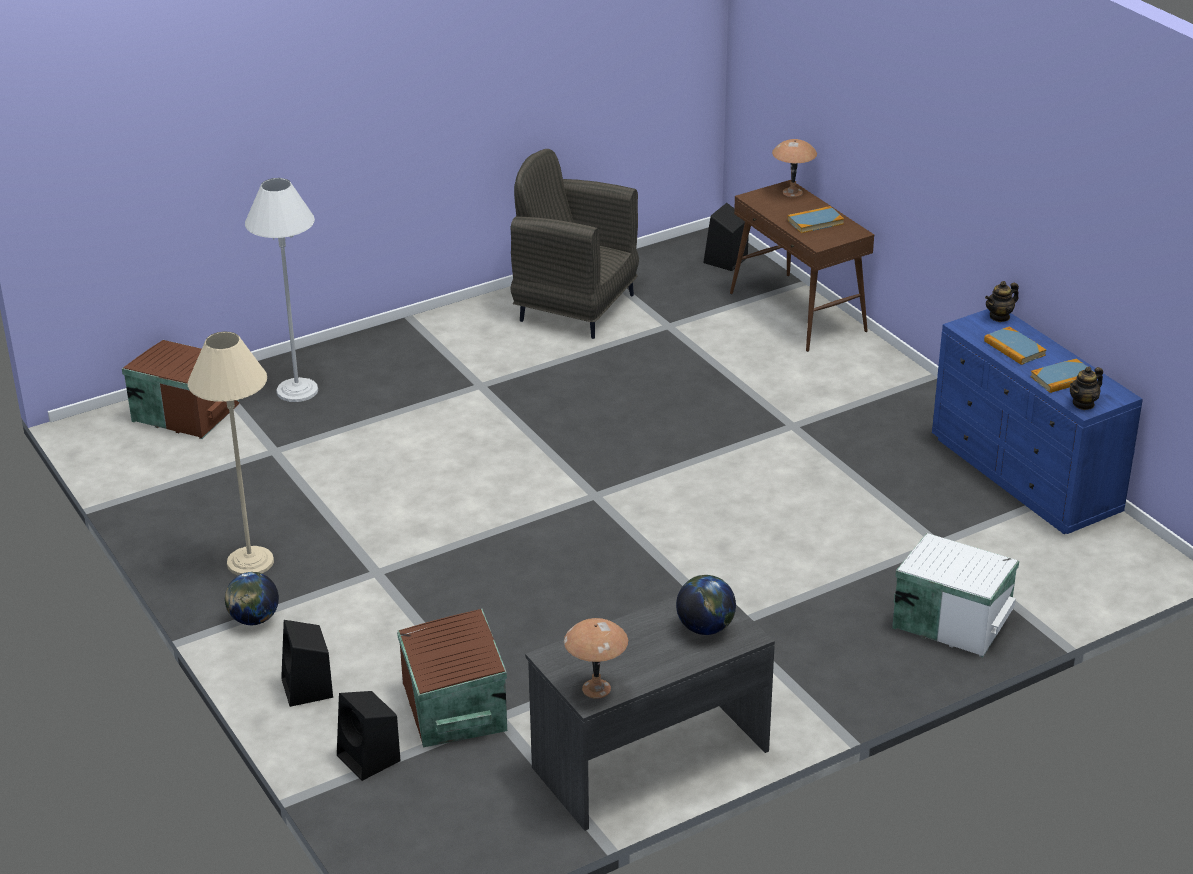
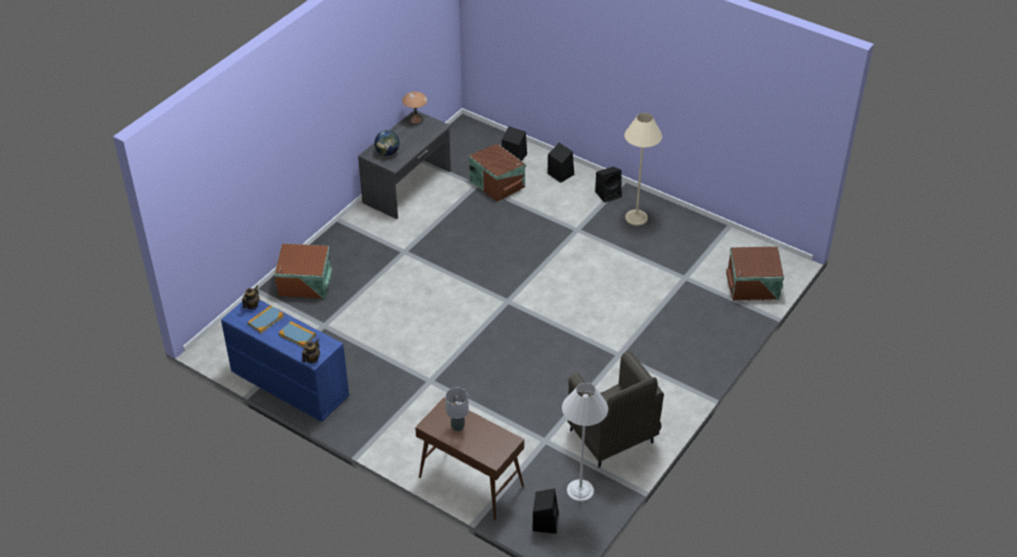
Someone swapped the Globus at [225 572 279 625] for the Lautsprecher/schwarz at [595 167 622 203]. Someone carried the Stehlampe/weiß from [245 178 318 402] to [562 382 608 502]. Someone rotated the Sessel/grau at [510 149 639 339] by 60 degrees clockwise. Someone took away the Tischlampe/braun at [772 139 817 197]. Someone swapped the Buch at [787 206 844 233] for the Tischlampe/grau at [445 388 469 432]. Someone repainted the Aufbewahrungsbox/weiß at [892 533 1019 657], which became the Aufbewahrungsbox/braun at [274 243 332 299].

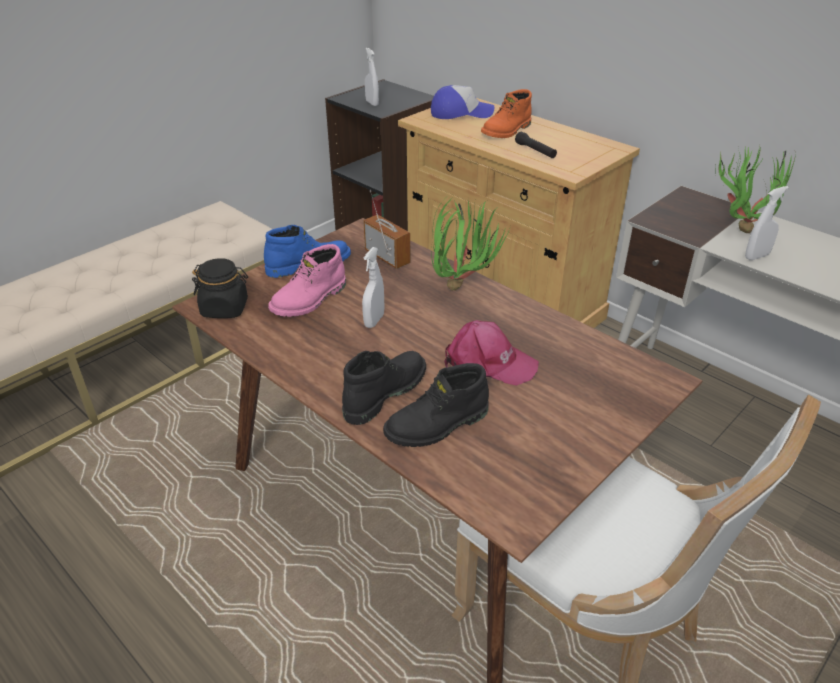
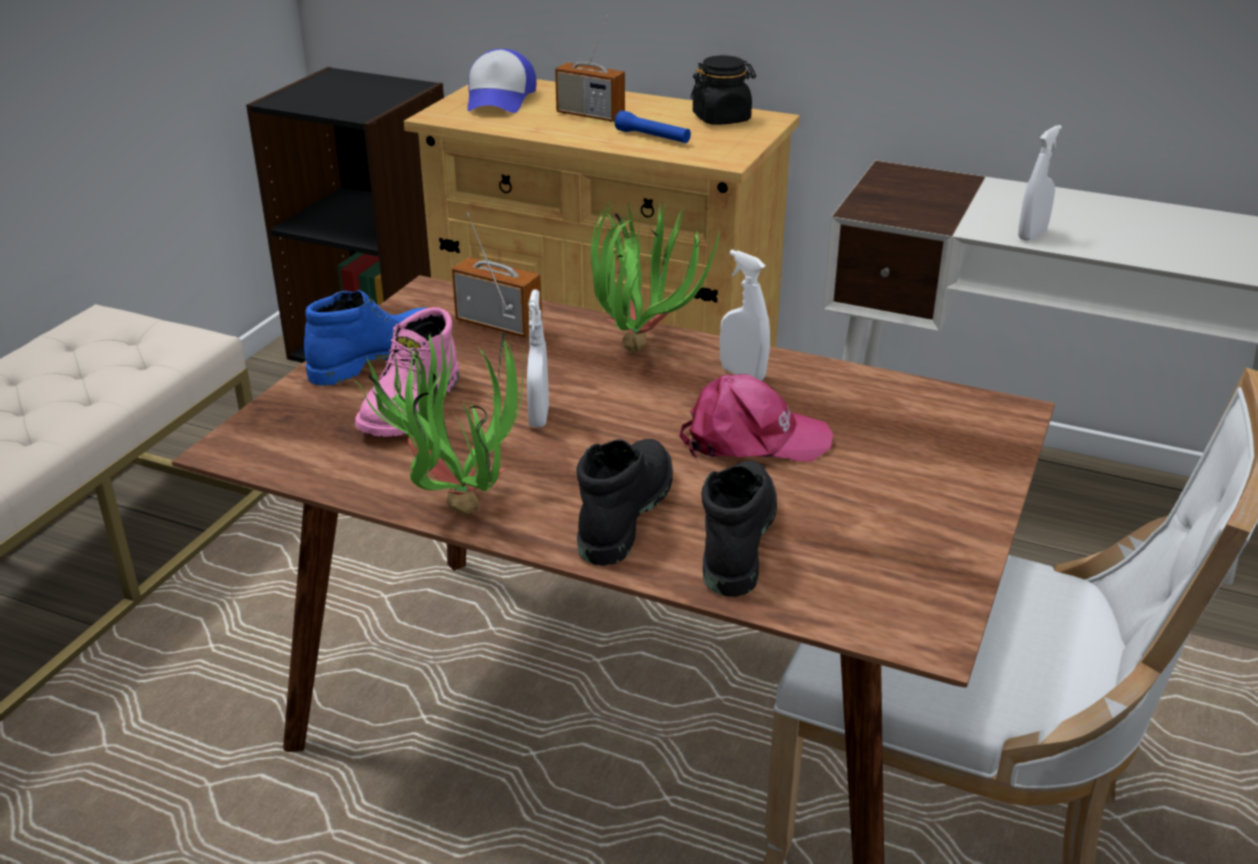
Someone carried the Vorratsglas/schwarz from [192 258 248 318] to [691 55 756 125]. Someone carried the Sprühflasche/weiß from [365 48 379 106] to [720 250 770 381]. Someone rotated the Stiefel/schwarz at [383 363 489 447] by 150 degrees clockwise. Someone rotated the Kappe at [431 85 495 119] by 120 degrees clockwise. Someone swapped the Stiefel/orange at [481 89 532 138] for the Radio at [555 16 625 122]. Someone repainted the Taschenlampe/schwarz at [515 132 557 158], which became the Taschenlampe/blau at [615 111 691 143]. Someone carried the Topfpflanze from [715 145 796 233] to [352 329 524 515].

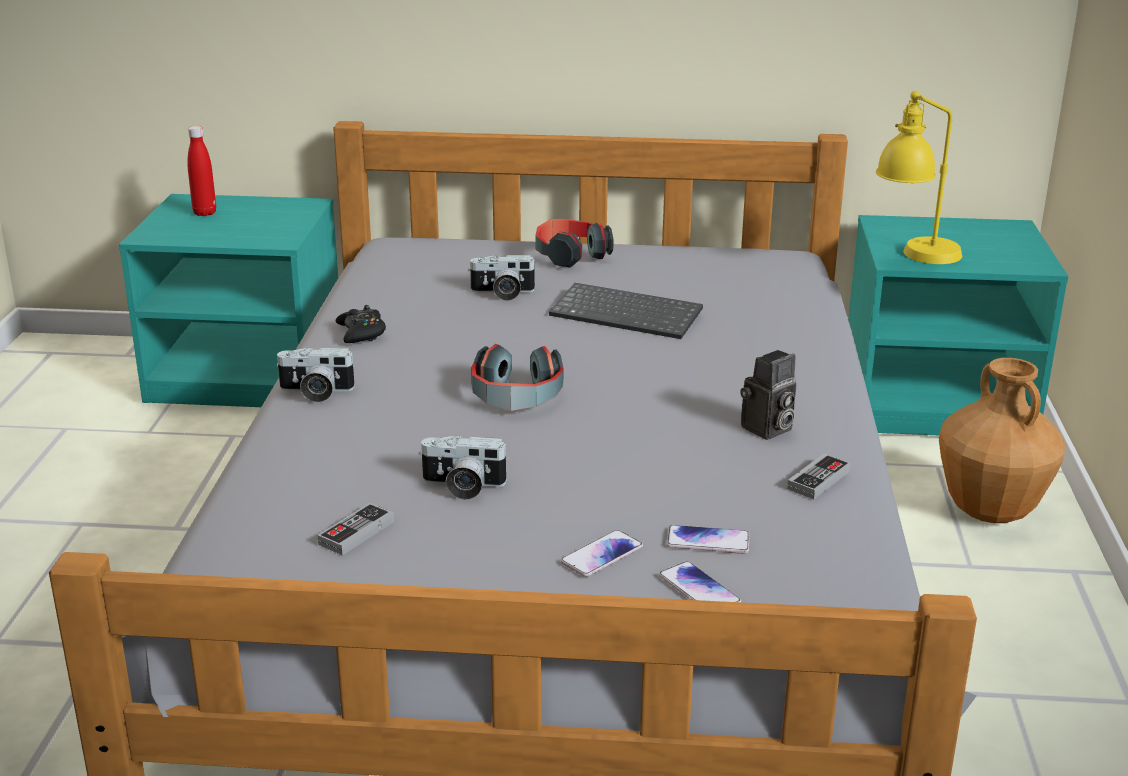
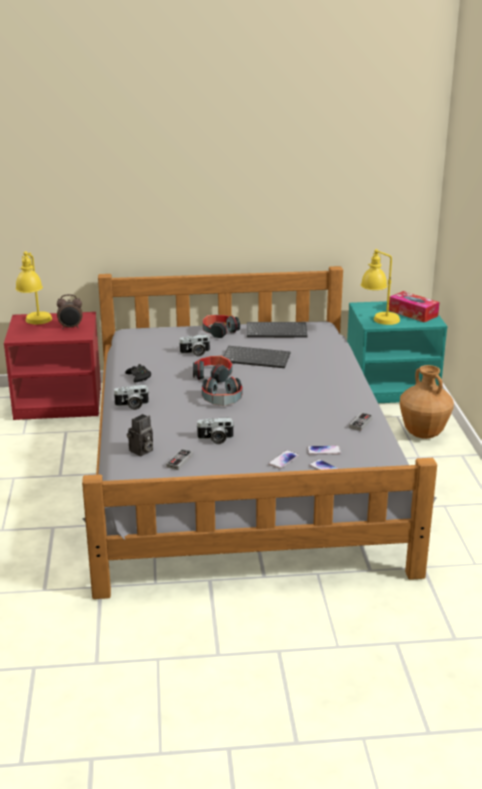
Someone repainted the Nachttisch/türkis at [119 194 338 407], which became the Nachttisch/rot at [4 312 101 420]. Someone swapped the Flasche/rot at [187 126 216 216] for the Tischlampe/gelb at [15 251 52 324]. Someone carried the Kamera from [740 350 796 440] to [127 414 153 456]. Someone put down the Wecker at [57 294 83 329]. Someone put down the Kopfhörer at [193 355 232 383]. Someone put down the Tastatur at [247 322 308 337]. Someone put down the Taschentuchbox at [389 291 440 323].

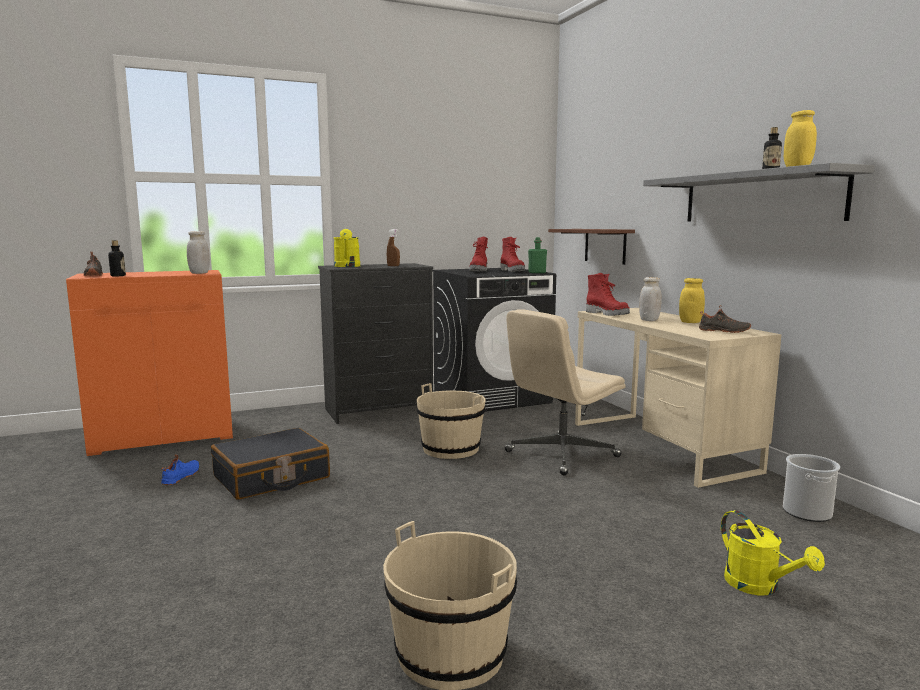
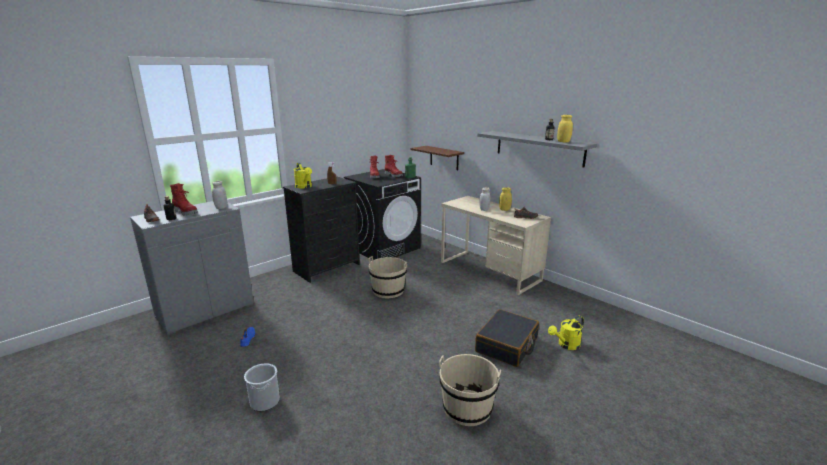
Someone repainted the Schrank/orange at [66 270 233 456], which became the Schrank/grau at [130 201 254 335]. Someone carried the Koffer/schwarz from [211 428 330 500] to [475 309 539 367]. Someone took away the Bürostuhl/beige at [505 309 626 475]. Someone carried the Stiefel/rot from [586 273 630 316] to [170 183 198 215]. Someone rotated the Gießkanne/gelb at [721 510 825 595] by 105 degrees clockwise. Someone carried the Eimer from [783 454 840 522] to [244 363 280 411].

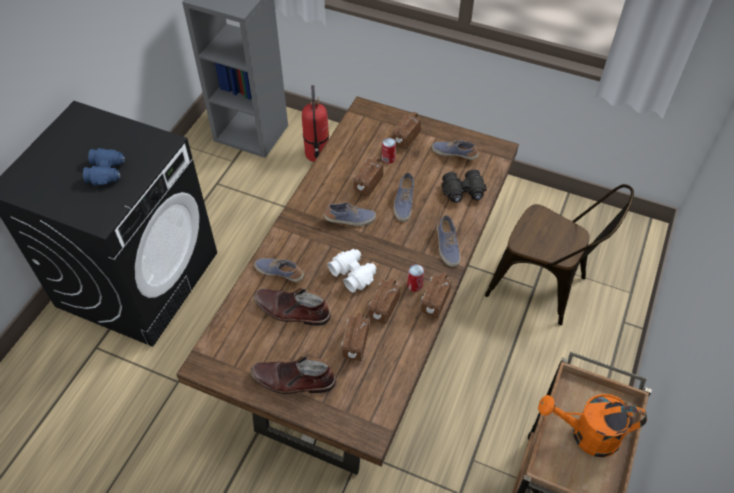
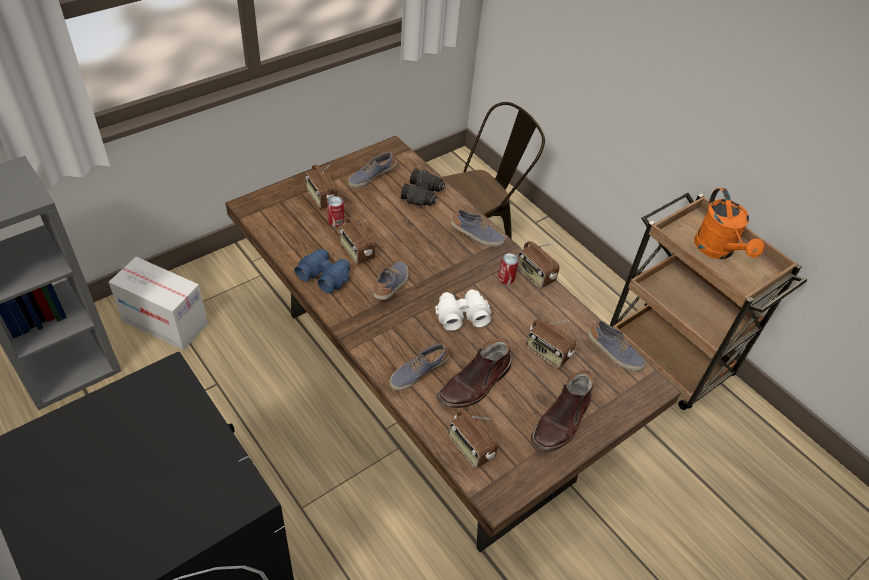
Someone carried the Fernglas/blau from [83 148 125 186] to [294 249 350 293]. Someone swapped the Feuerlöscher at [302 85 329 162] for the Karton at [109 257 208 350]. Someone carried the Radio from [368 278 401 324] to [448 409 498 468]. Someone carried the Schuh from [393 172 414 222] to [588 320 646 371]. Someone rotated the Gießkanne/orange at [538 394 647 457] by 45 degrees counterclockwise.

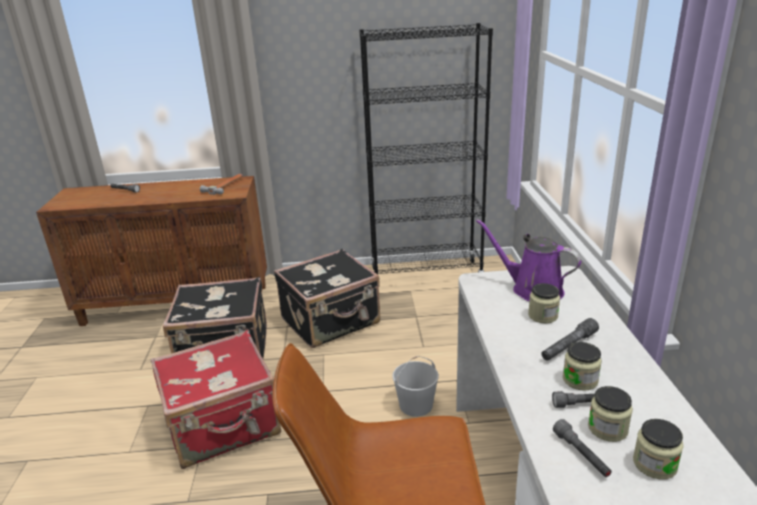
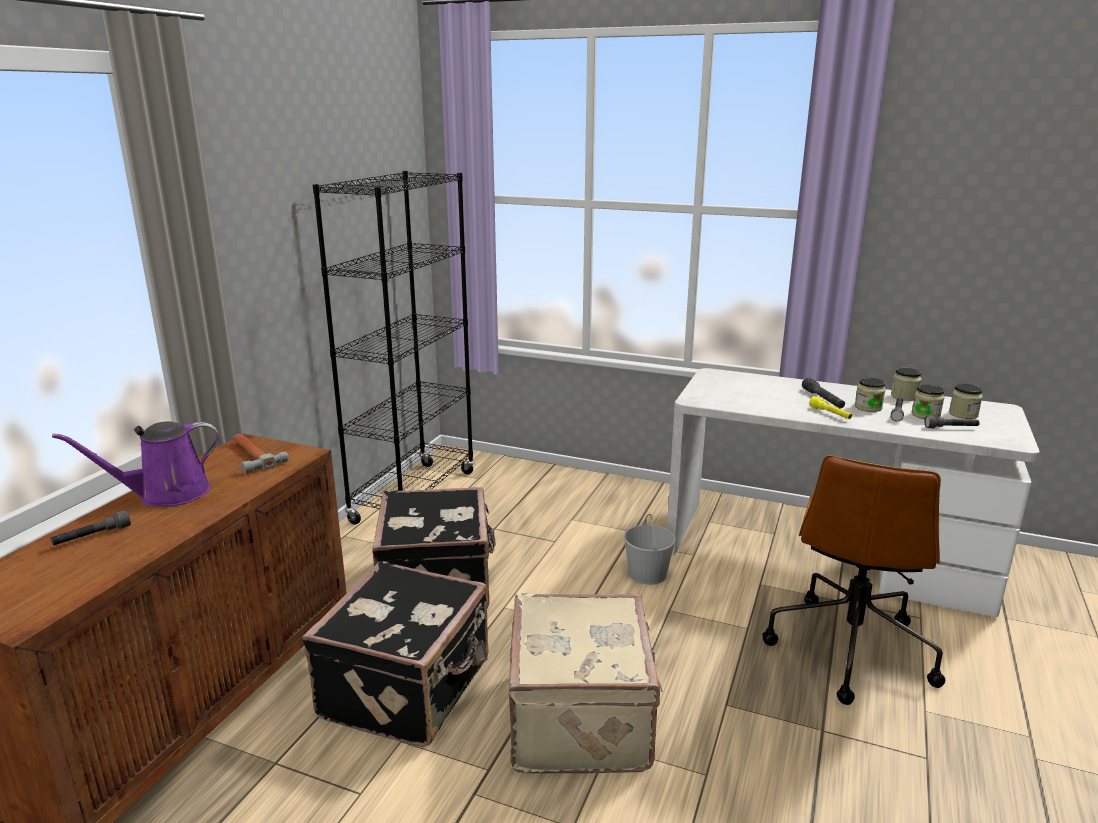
Someone repainted the Koffer/rot at [151 330 281 469], which became the Koffer/beige at [509 593 663 773]. Someone carried the Gießkanne/lila from [476 219 581 301] to [52 421 219 506]. Someone carried the Vorratsglas from [528 283 560 323] to [891 368 922 401]. Someone put down the Taschenlampe/gelb at [809 396 852 419].

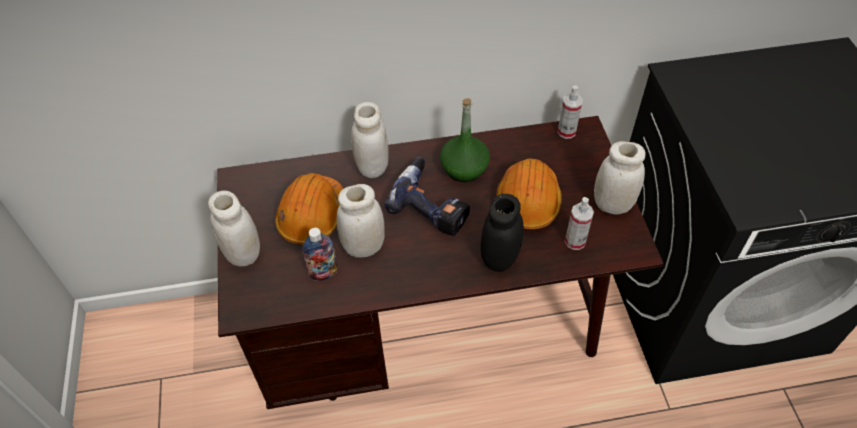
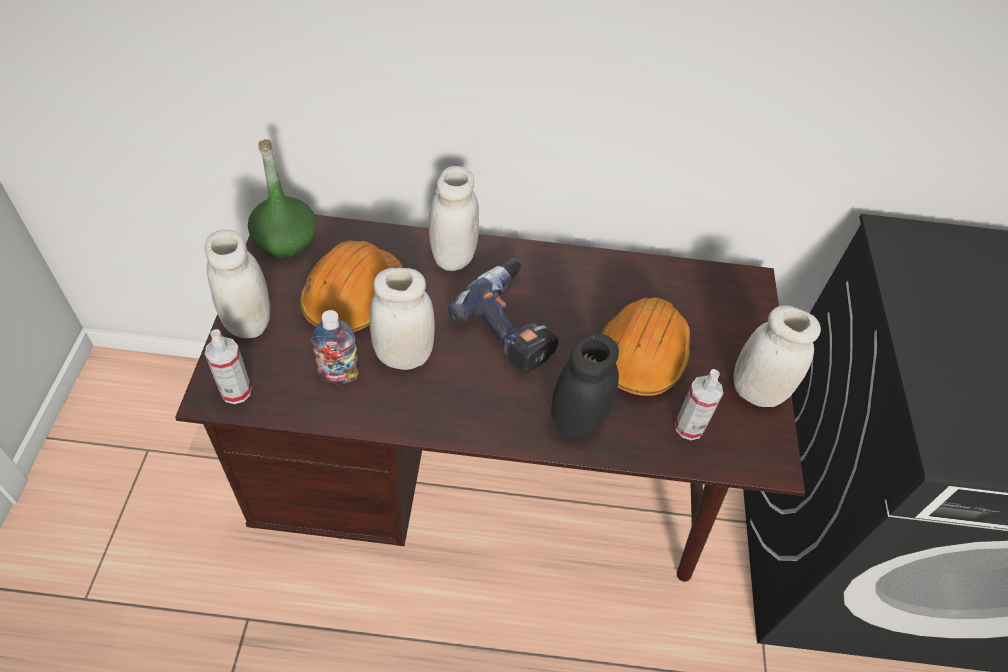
Someone carried the Flasche/grün from [440 98 490 182] to [248 139 316 259]. Someone carried the Sprühflasche from [558 85 583 139] to [205 329 252 404].

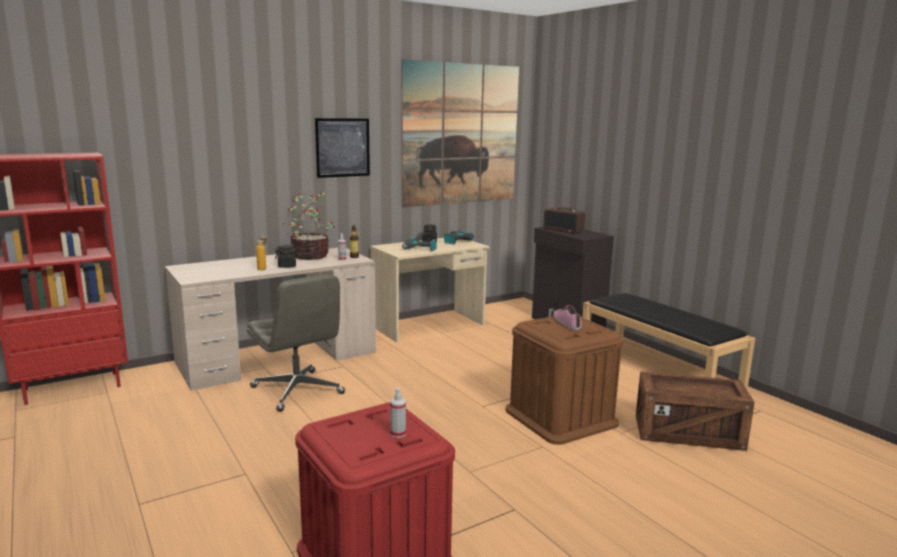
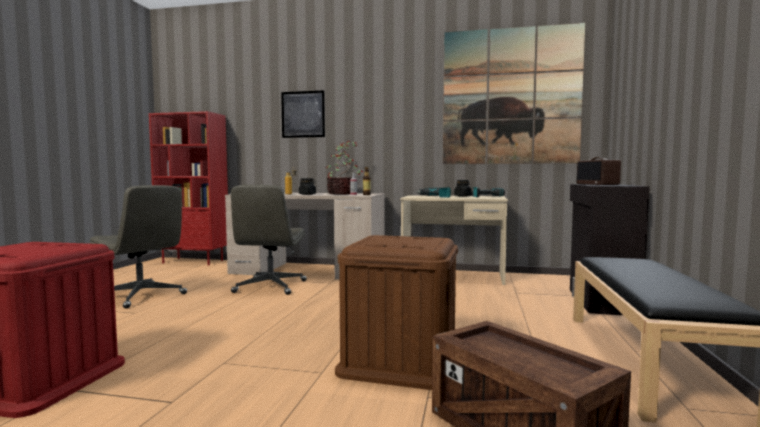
Someone carried the Bild from [315 118 370 178] to [281 91 325 138]. Someone took away the Sprühflasche at [390 388 406 438]. Someone took away the Schuh at [554 305 582 330]. Someone put down the Bürostuhl/grau at [89 185 187 309].

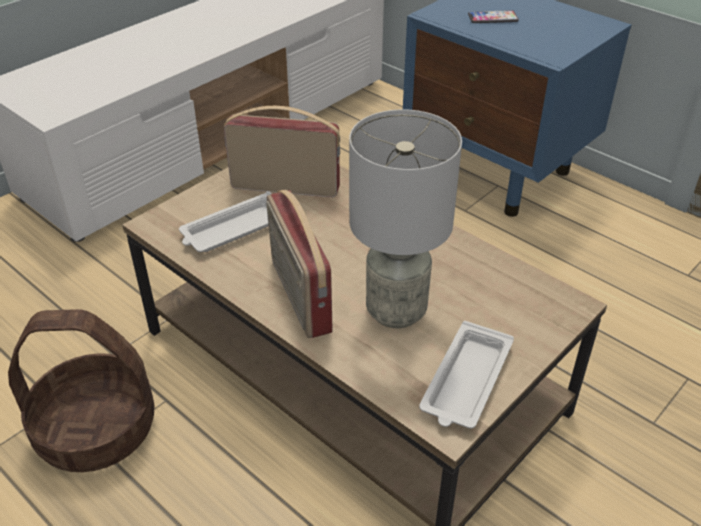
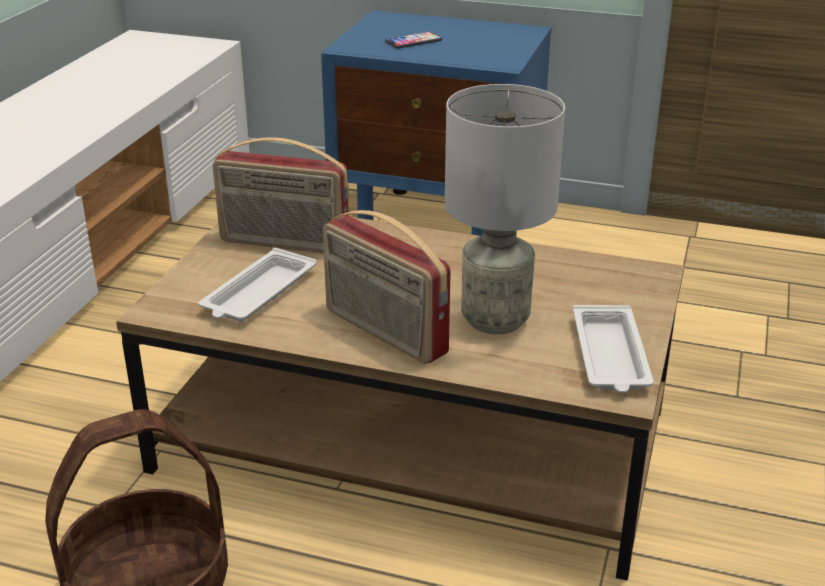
Someone rotated the Radio at [224 106 340 198] by 150 degrees counterclockwise.

